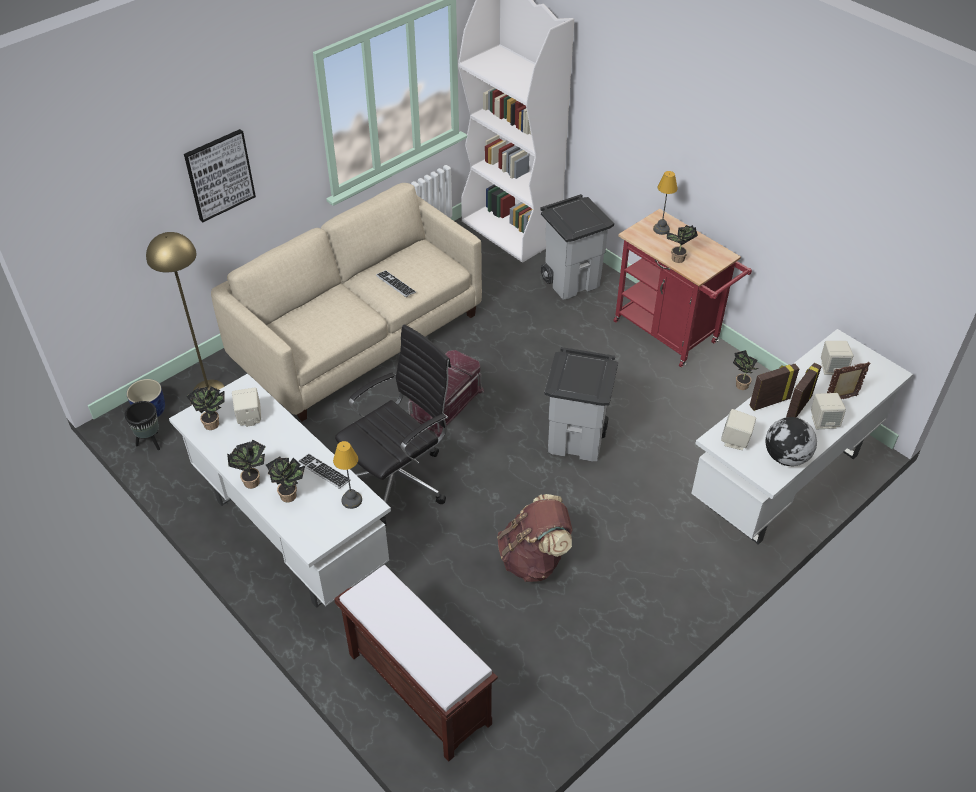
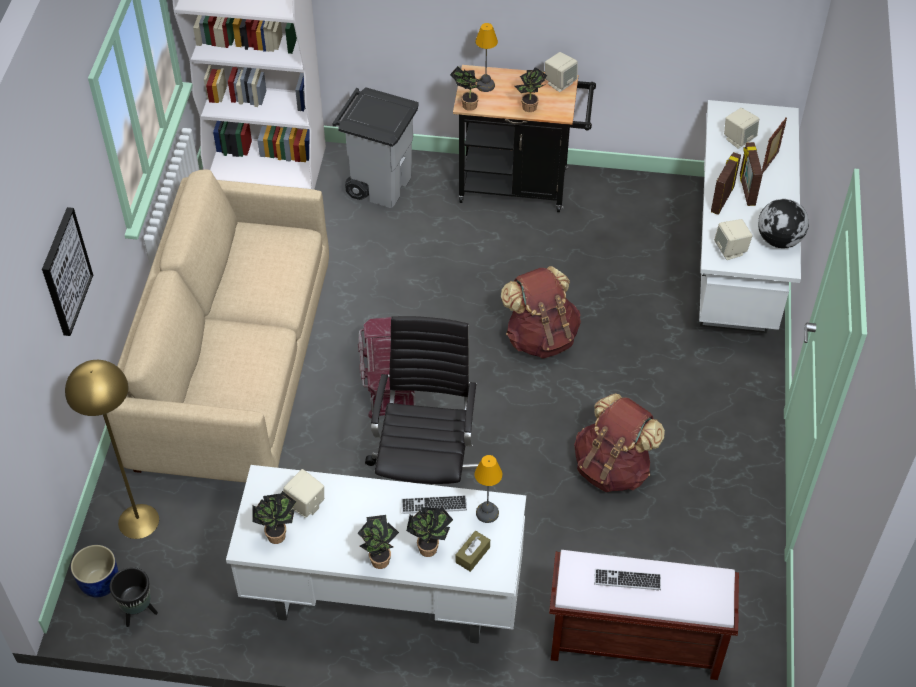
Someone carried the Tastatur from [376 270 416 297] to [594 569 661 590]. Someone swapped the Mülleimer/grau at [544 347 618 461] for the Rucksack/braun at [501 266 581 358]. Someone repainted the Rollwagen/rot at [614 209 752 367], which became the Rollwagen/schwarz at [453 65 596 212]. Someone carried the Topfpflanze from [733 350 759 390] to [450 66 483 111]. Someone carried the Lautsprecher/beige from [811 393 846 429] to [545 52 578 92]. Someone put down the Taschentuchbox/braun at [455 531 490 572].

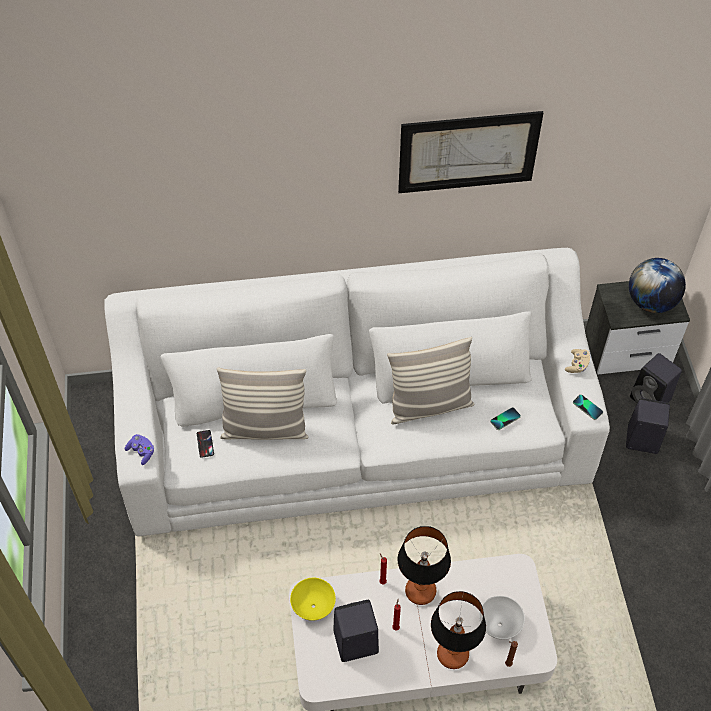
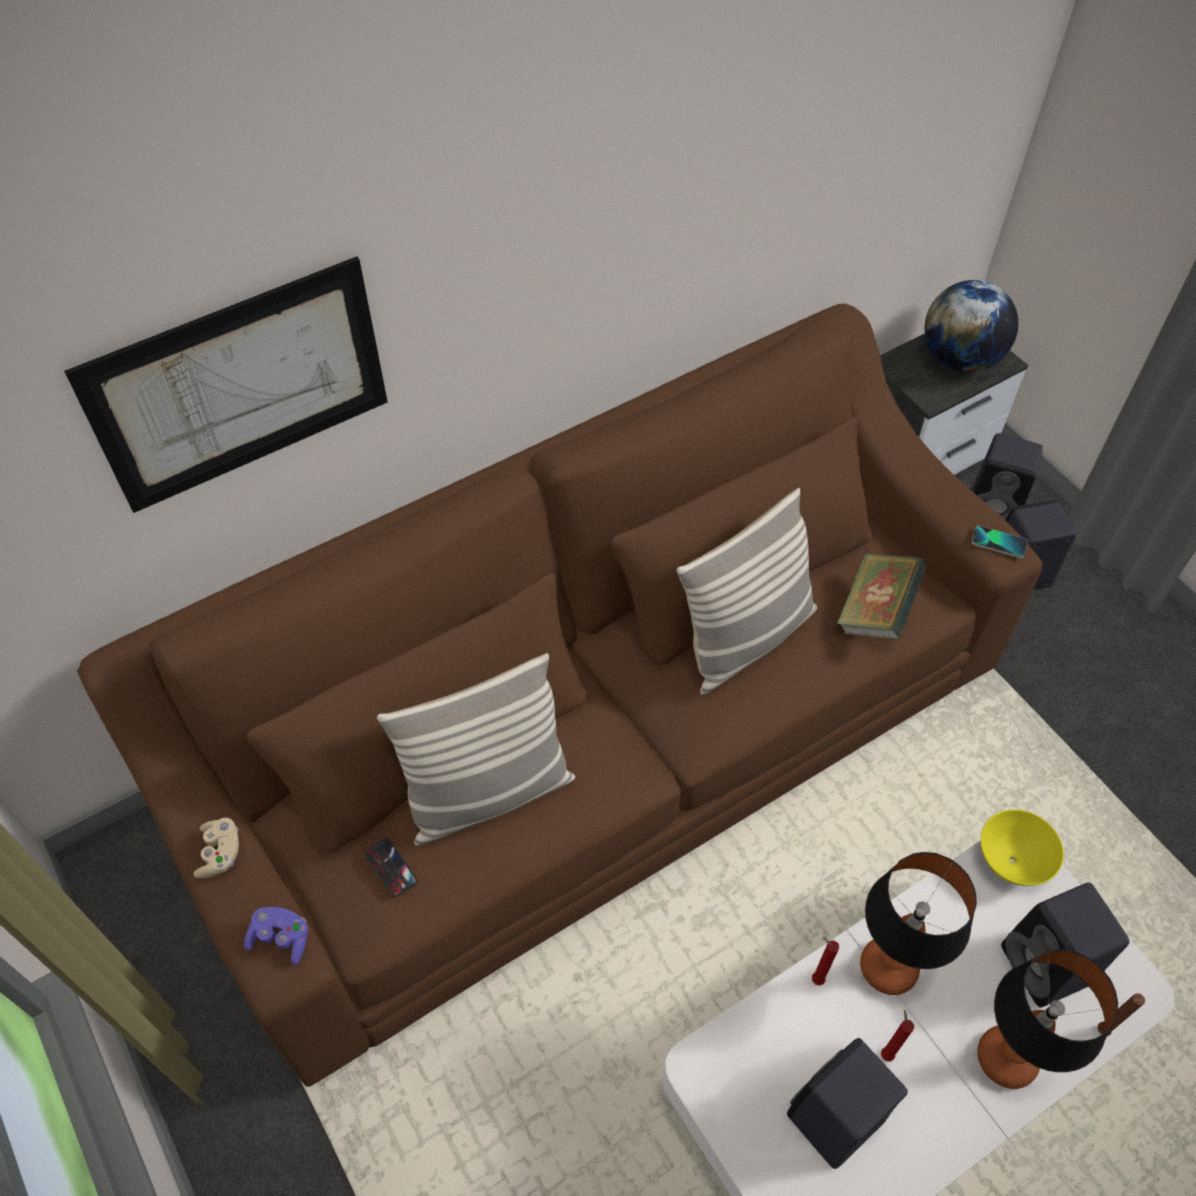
Someone repainted the Sofa/weiß at [104 248 610 536], which became the Sofa/braun at [77 304 1043 1087]. Someone carried the Schüssel/gelb from [290 578 336 621] to [981 809 1064 886]. Someone carried the Bild from [398 111 543 193] to [64 256 388 513]. Someone swapped the Schüssel/weiß at [479 596 525 639] for the Lautsprecher/schwarz at [1001 882 1130 1008]. Someone swapped the Handy at [490 407 521 430] for the Buch at [837 553 926 640]. Someone carried the Gamepad/beige from [565 349 590 373] to [193 818 239 878].

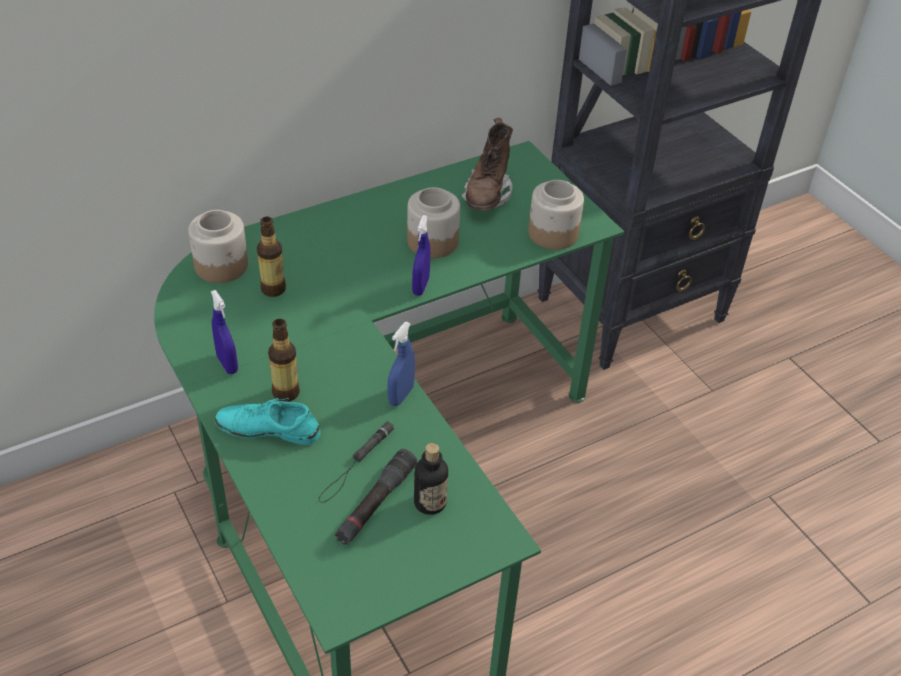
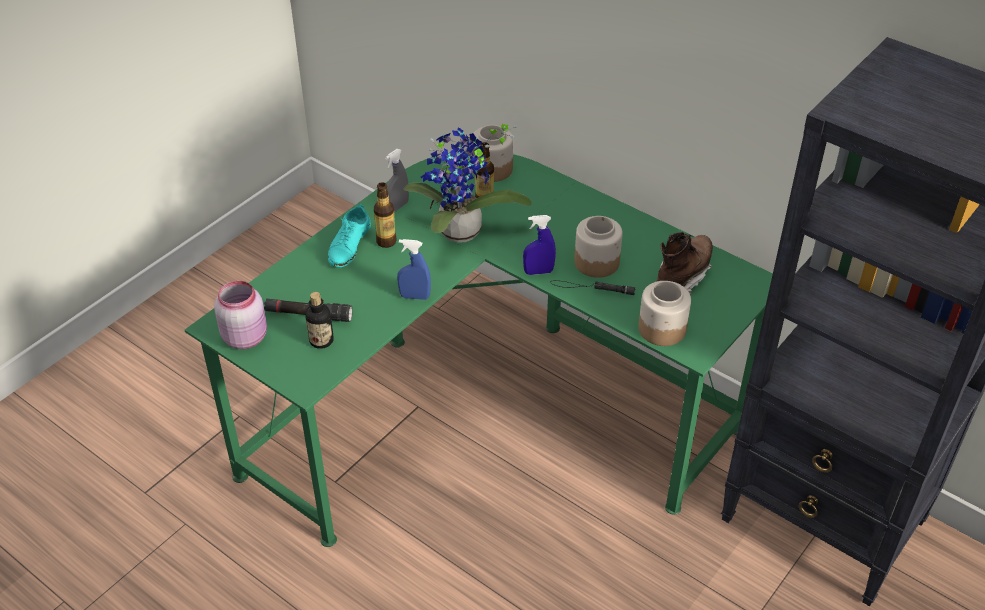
Someone repainted the Sprühflasche/blau at [211 290 238 374], which became the Sprühflasche/grau at [385 149 409 212]. Someone rotated the Schuh/türkis at [215 398 321 445] by 150 degrees counterclockwise. Someone carried the Taschenlampe/schwarz from [319 421 394 503] to [551 280 636 295]. Someone rotated the Stiefel/braun at [461 118 513 211] by 135 degrees clockwise. Someone put down the Vorratsglas/rosa at [214 281 267 349]. Someone put down the Topfpflanze at [403 124 531 243].

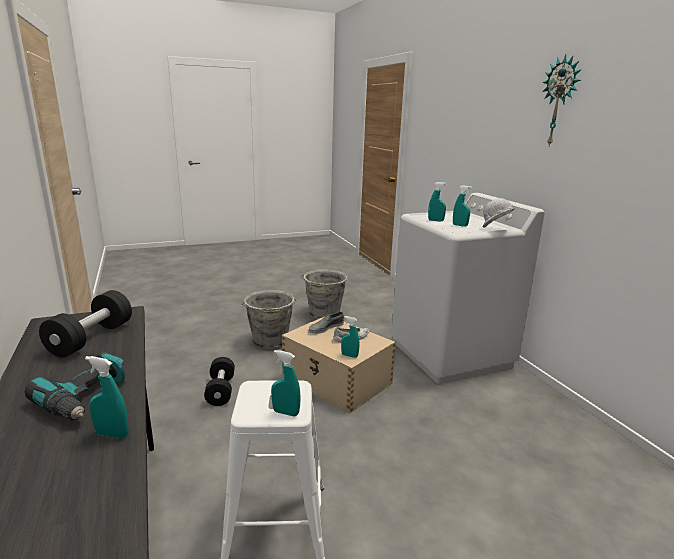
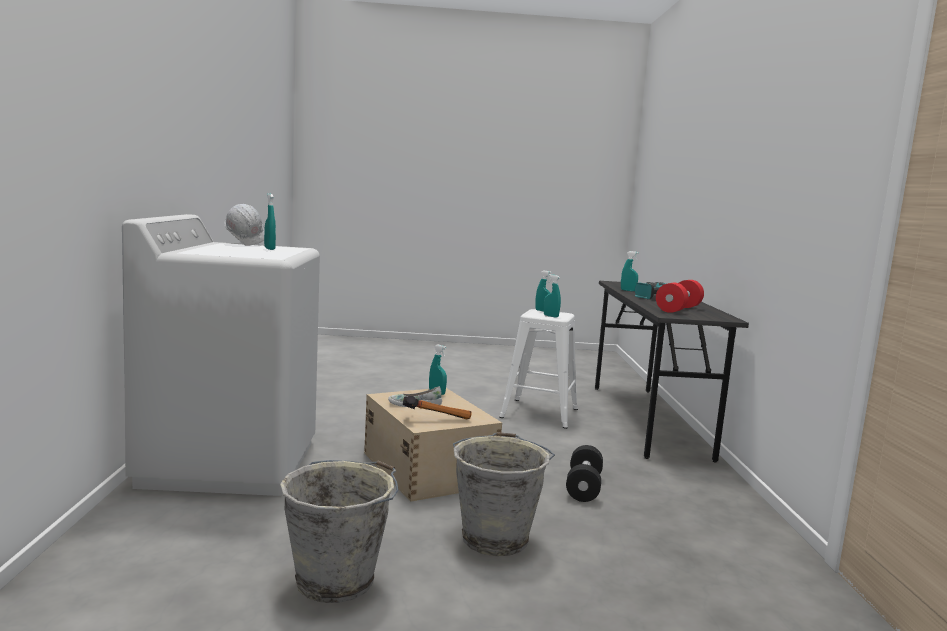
Someone repainted the Hantel/schwarz at [39 290 132 358], which became the Hantel/rot at [656 280 704 313]. Someone swapped the Schuh/grau at [309 312 344 334] for the Hammer at [403 396 472 419]. Someone carried the Sprühflasche/türkis from [428 182 447 221] to [544 274 561 318]. Someone took away the Wanduhr at [542 55 582 146].

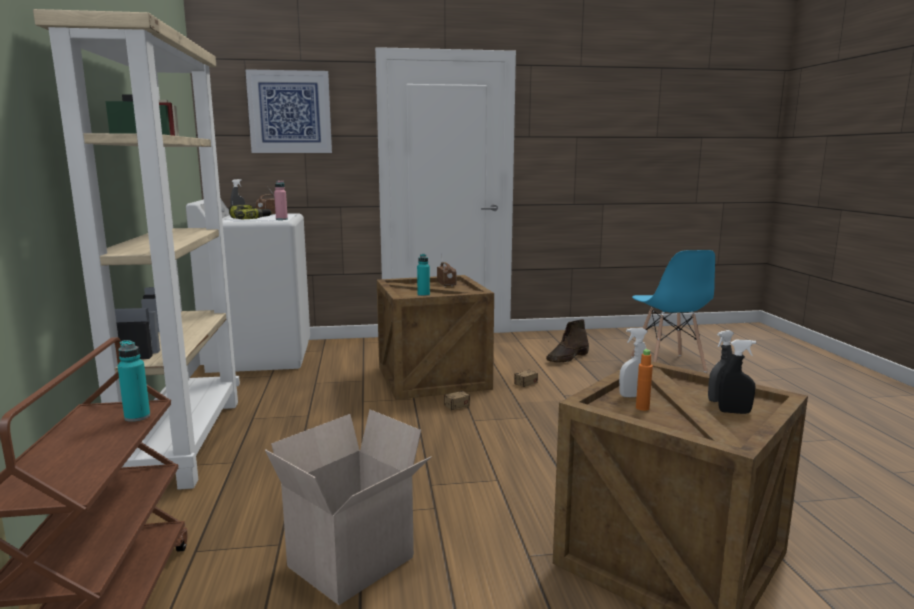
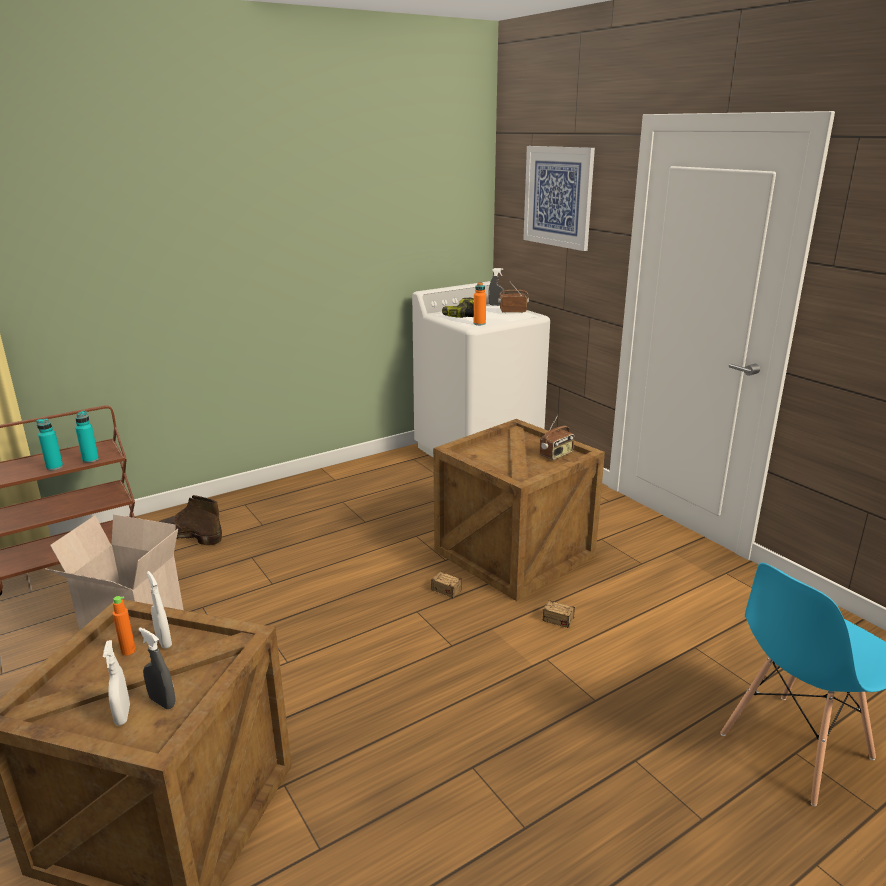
Someone took away the Bücherregal/beige at [33 9 240 490]. Someone repainted the Flasche/rosa at [274 181 288 220], which became the Flasche/orange at [474 282 486 325]. Someone carried the Flasche/türkis from [417 254 430 296] to [36 419 63 470]. Someone carried the Stiefel/braun from [546 319 589 363] to [159 495 222 545]. Someone repainted the Sprühflasche/schwarz at [718 340 756 414], which became the Sprühflasche/weiß at [103 640 130 726].

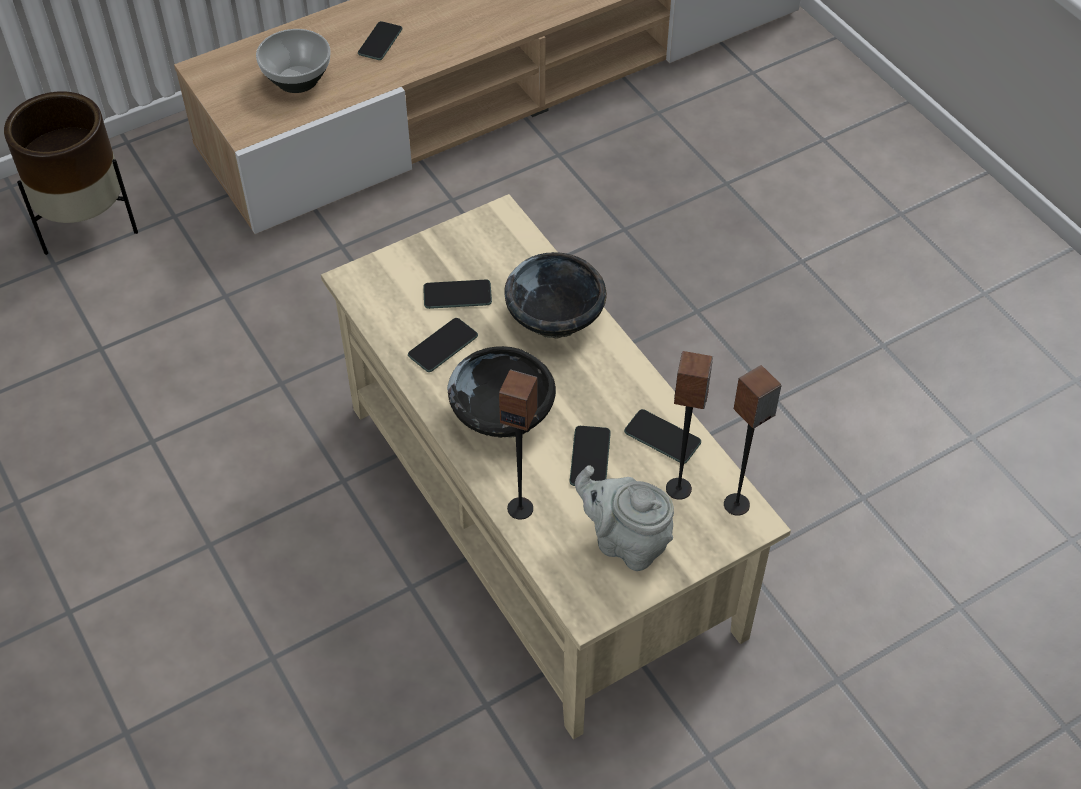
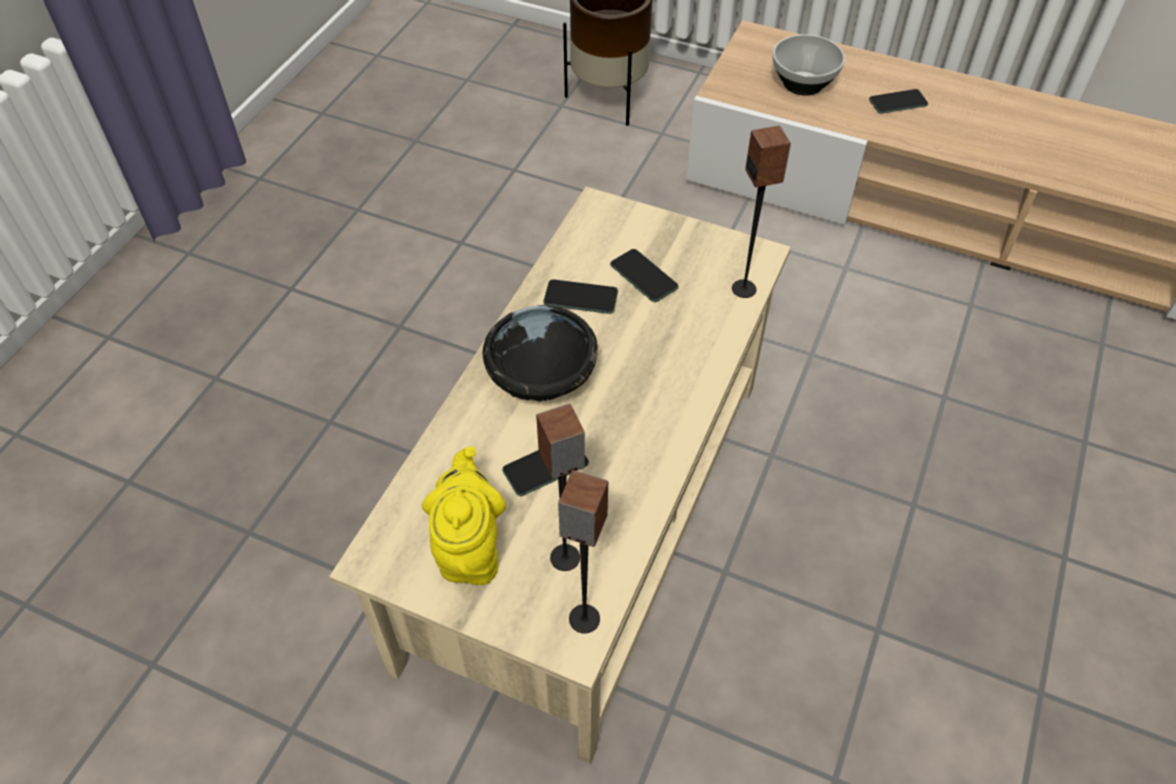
Someone carried the Lautsprecher from [499 369 537 520] to [732 126 791 298]. Someone took away the Schüssel/schwarz at [504 252 607 339]. Someone repainted the Teekanne/grau at [575 466 674 571], which became the Teekanne/gelb at [422 446 506 585]. Someone took away the Handy at [624 409 701 464].

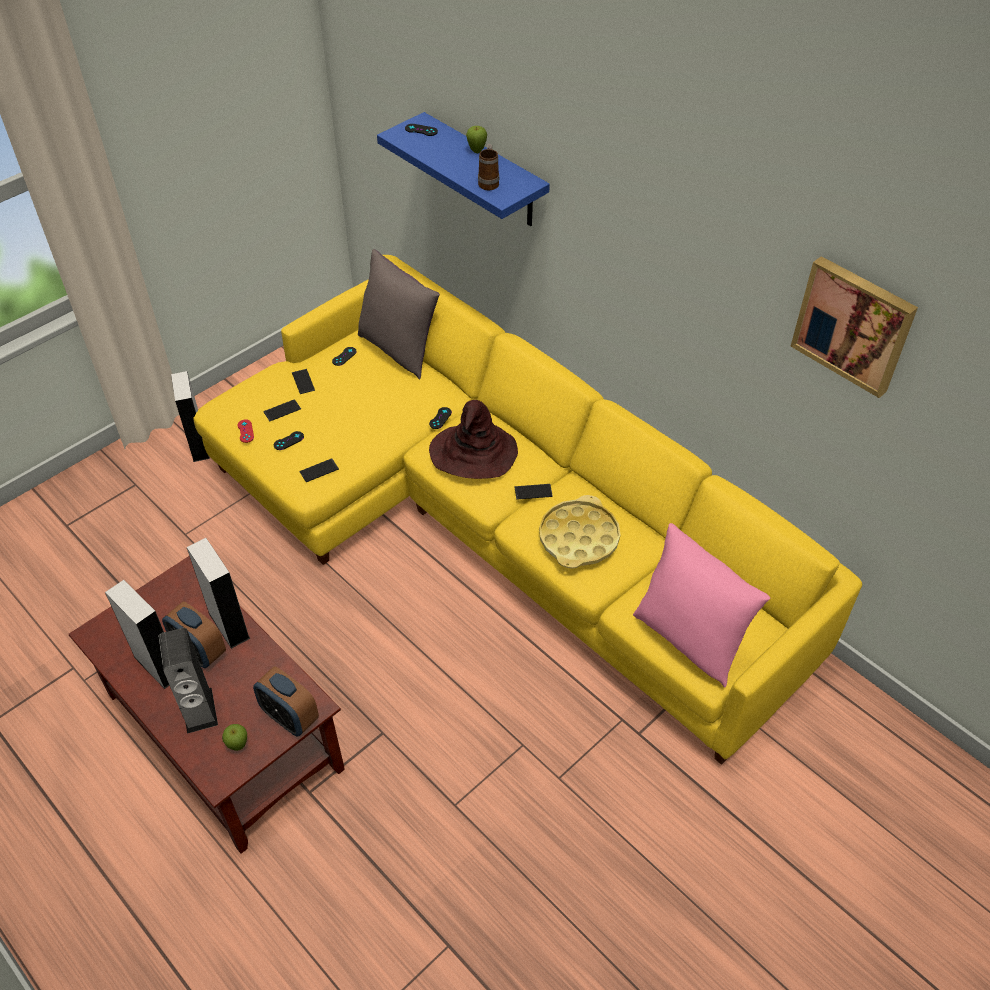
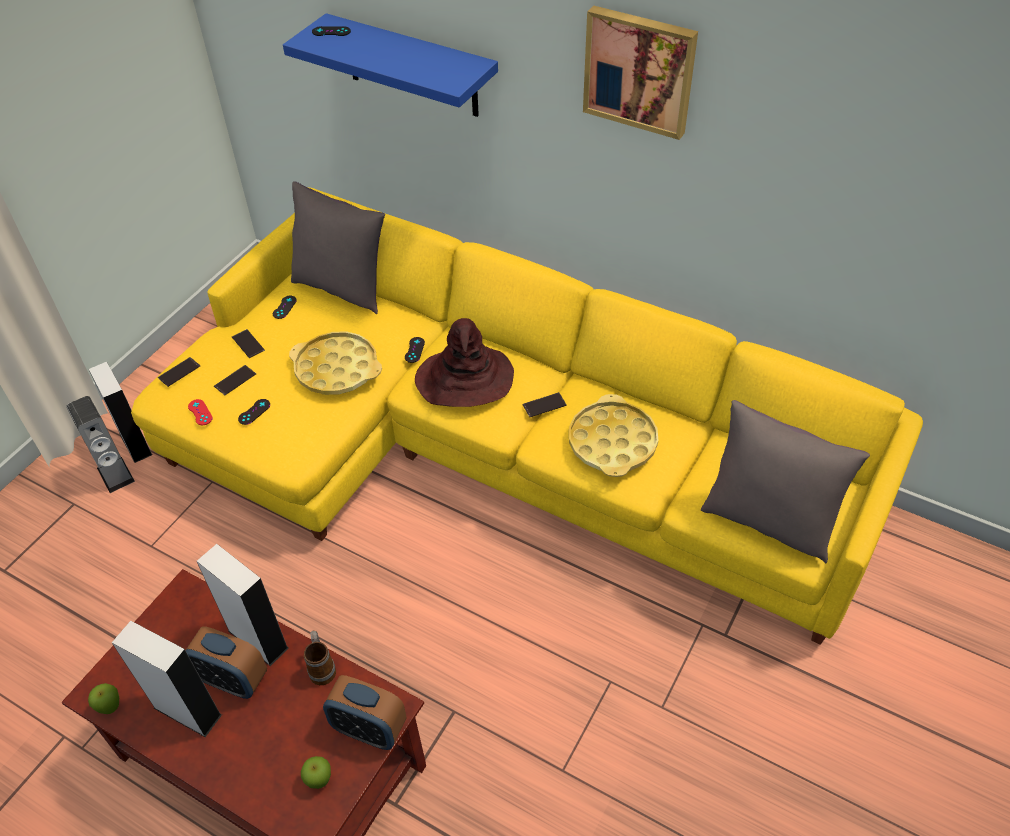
Someone carried the Lautsprecher from [158 628 218 734] to [66 396 135 493]. Someone carried the Handy from [299 458 339 482] to [158 357 200 387]. Someone carried the Apfel from [466 126 487 153] to [88 683 119 714]. Someone carried the Henkelbecher from [478 144 499 190] to [304 631 336 685]. Someone repainted the Kissen/rosa at [633 523 770 688], which became the Kissen/grau at [701 400 870 563]. Someone carried the Bild from [791 256 918 398] to [583 5 698 140]. Someone put down the Tablett/gelb at [289 331 382 395].

